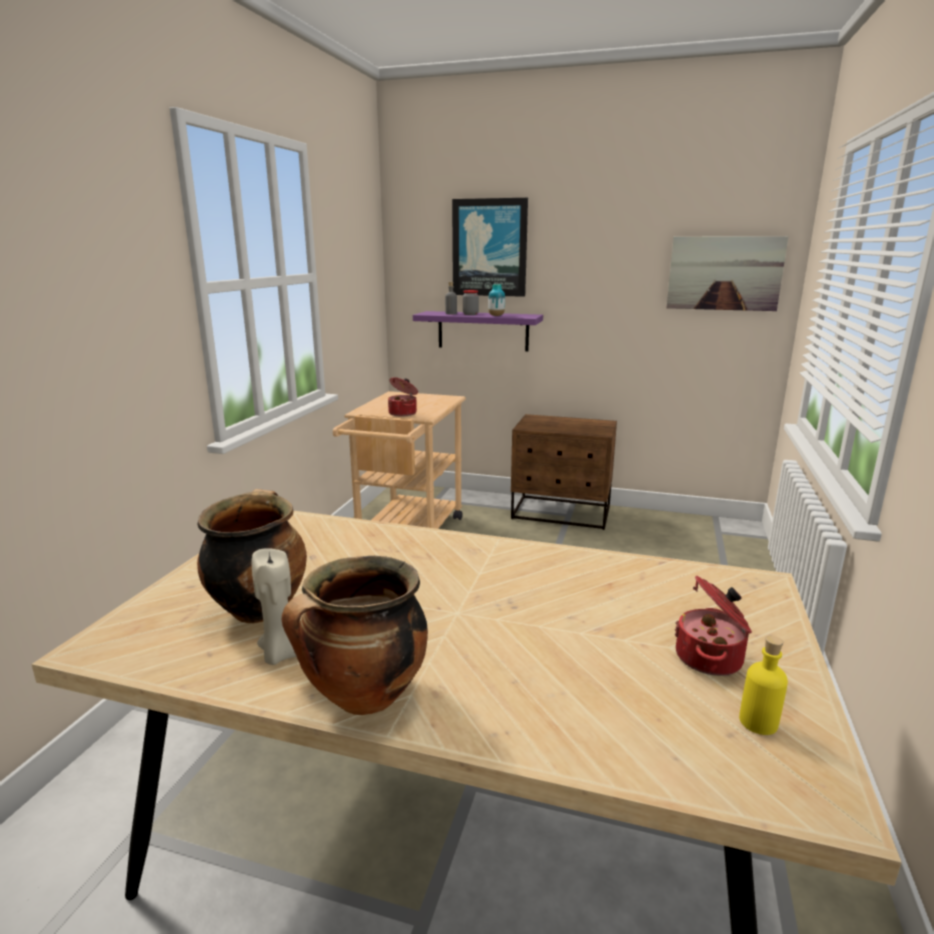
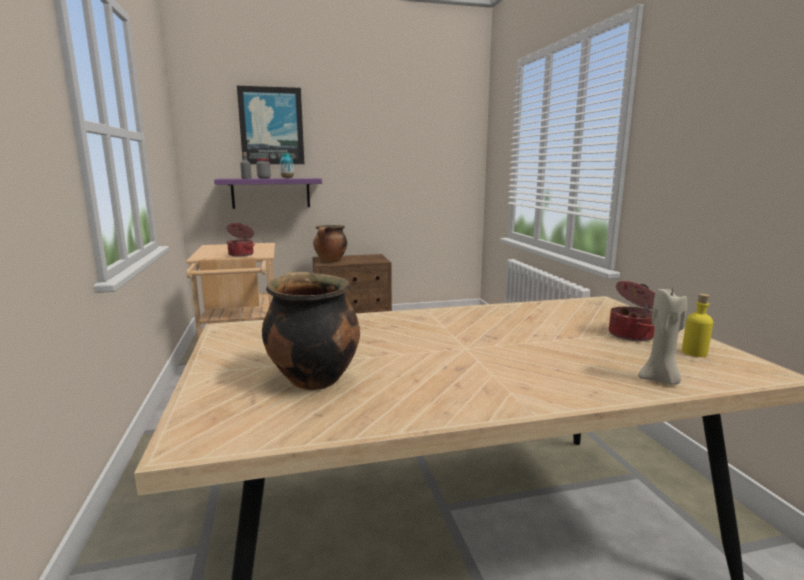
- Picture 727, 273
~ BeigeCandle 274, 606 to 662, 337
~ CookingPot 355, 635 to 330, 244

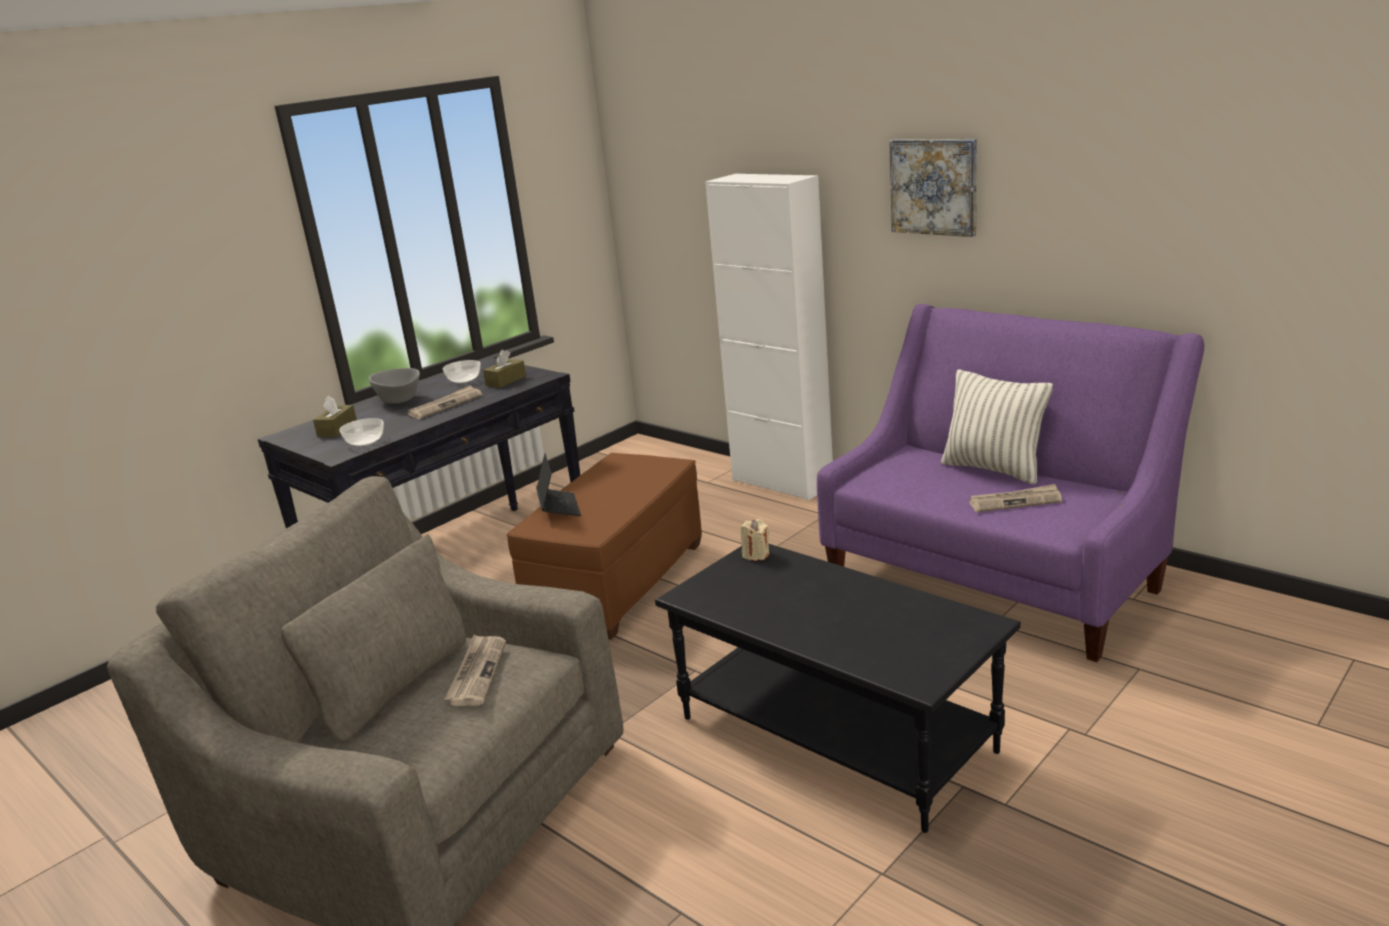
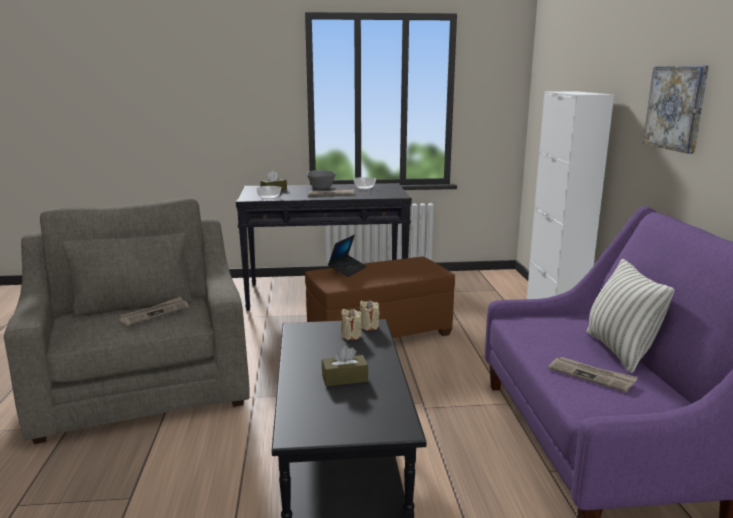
+ BeigeCandle 351, 324
~ BrownTissueBox 504, 369 to 345, 366

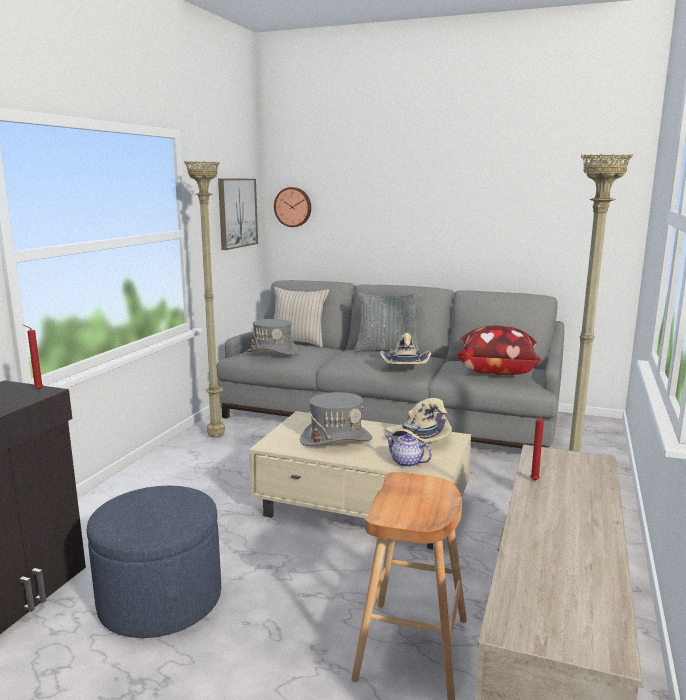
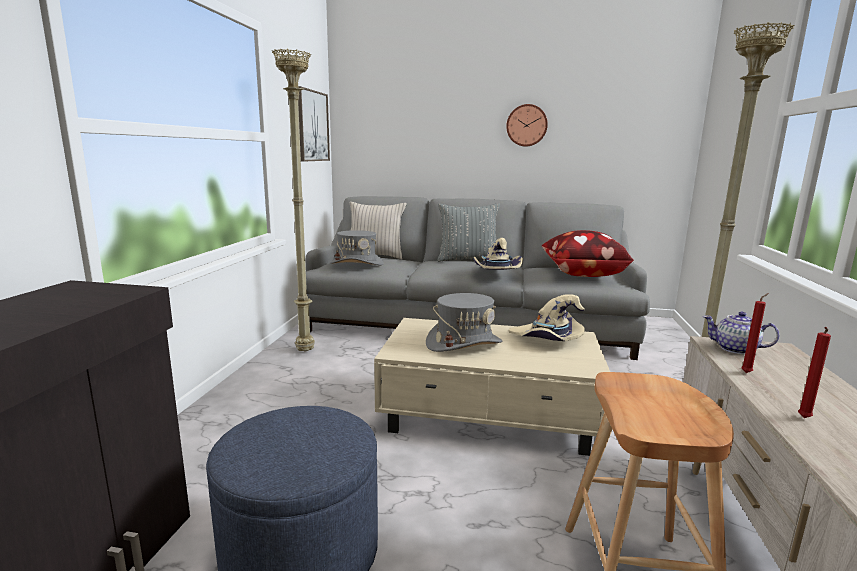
~ RedCandle 33, 357 to 814, 372
~ WallClock 292, 207 to 527, 125
~ Teapot 408, 450 to 741, 333

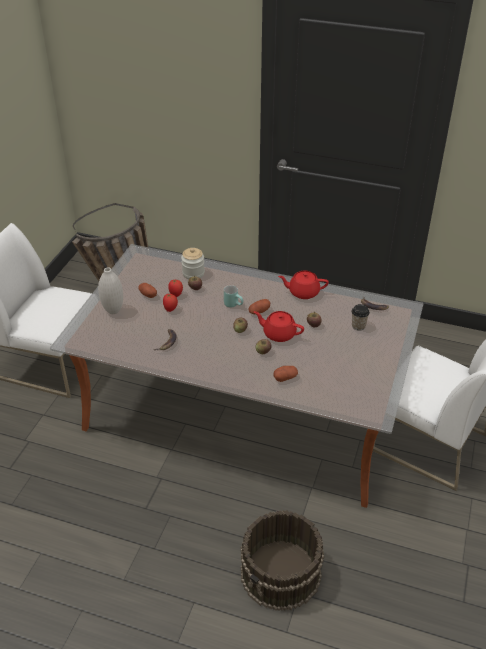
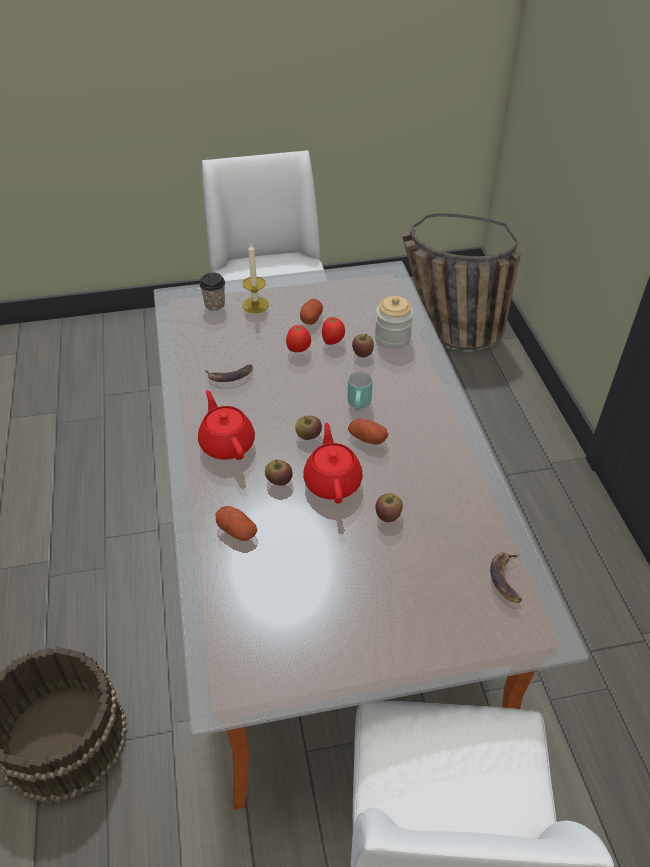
~ RedTeapot 303, 285 to 226, 425
~ Cup 361, 317 to 212, 292
~ WhiteVase 110, 290 to Candle 255, 278

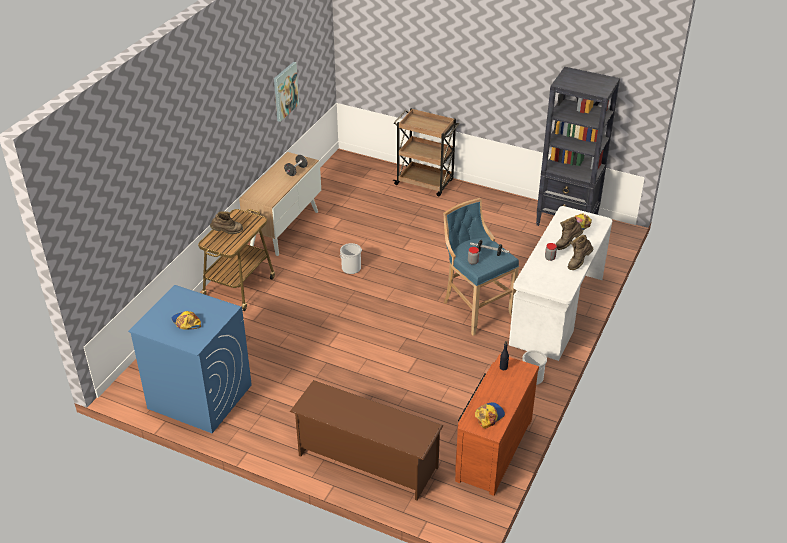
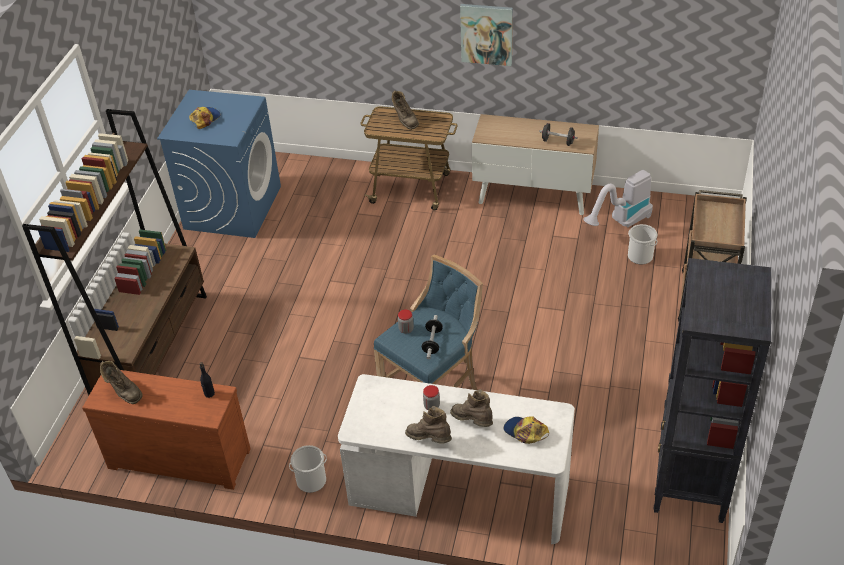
+ VacuumCleaner 618, 198
~ Picture 286, 92 to 486, 35
~ Bucket 351, 258 to 643, 244
~ BrownShoeRack 366, 440 to BrownBookcase 114, 252
~ Cap 490, 415 to BrownBoot 121, 382

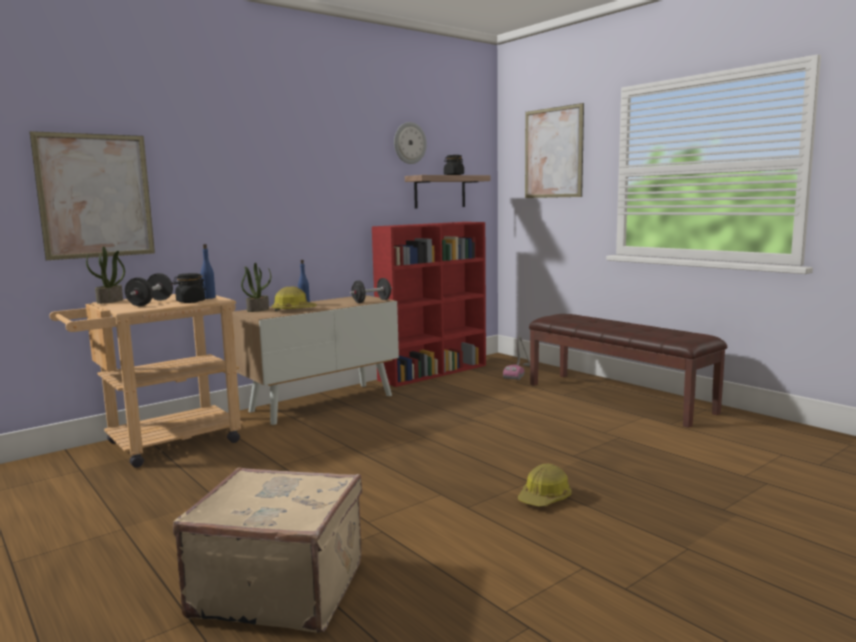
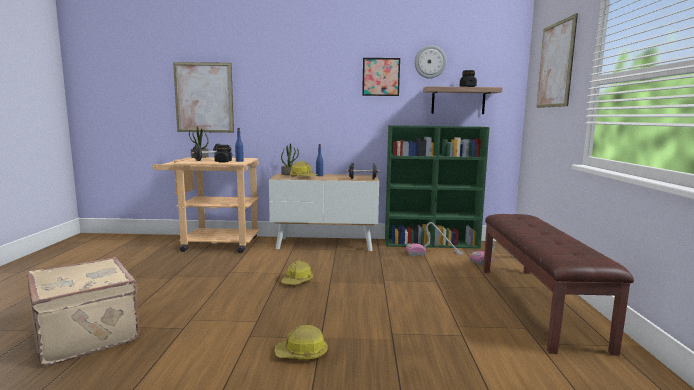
+ HardHat 297, 272
+ Picture 381, 77
+ VacuumCleaner 434, 239
~ RedBookcase 429, 304 to GreenBookcase 437, 187

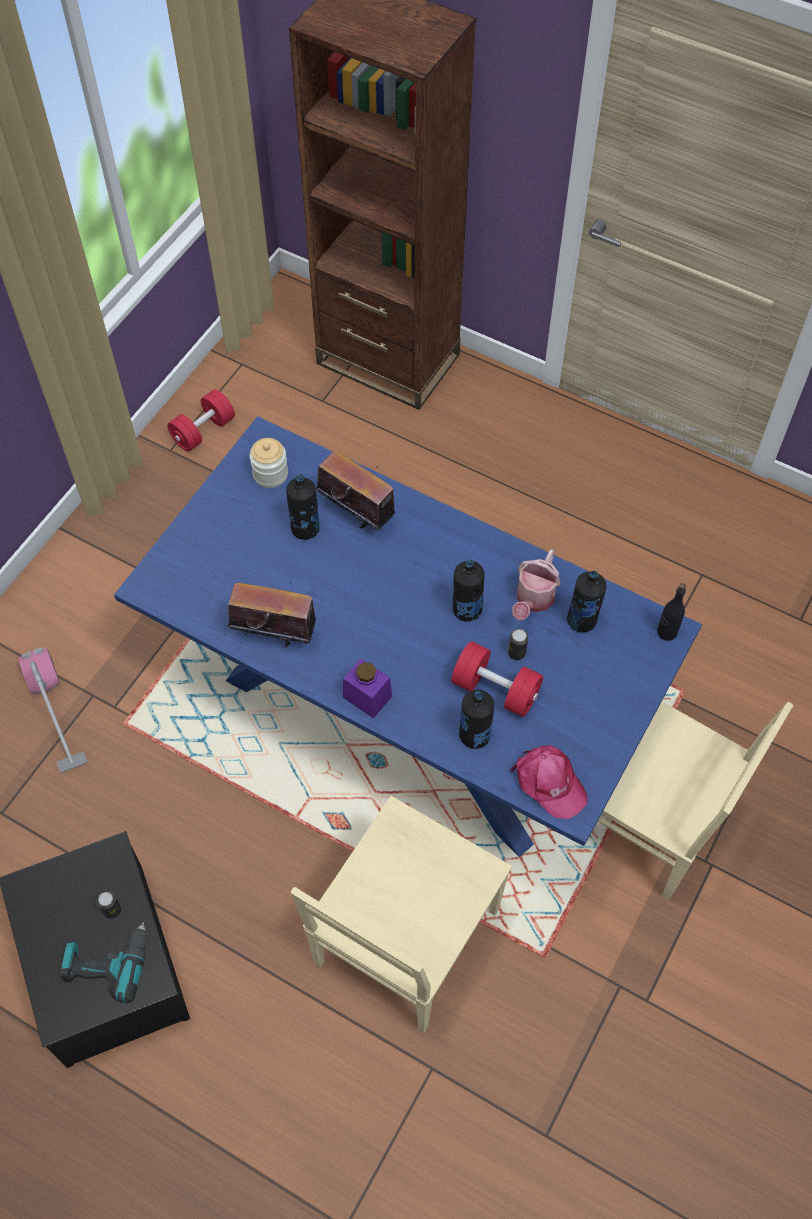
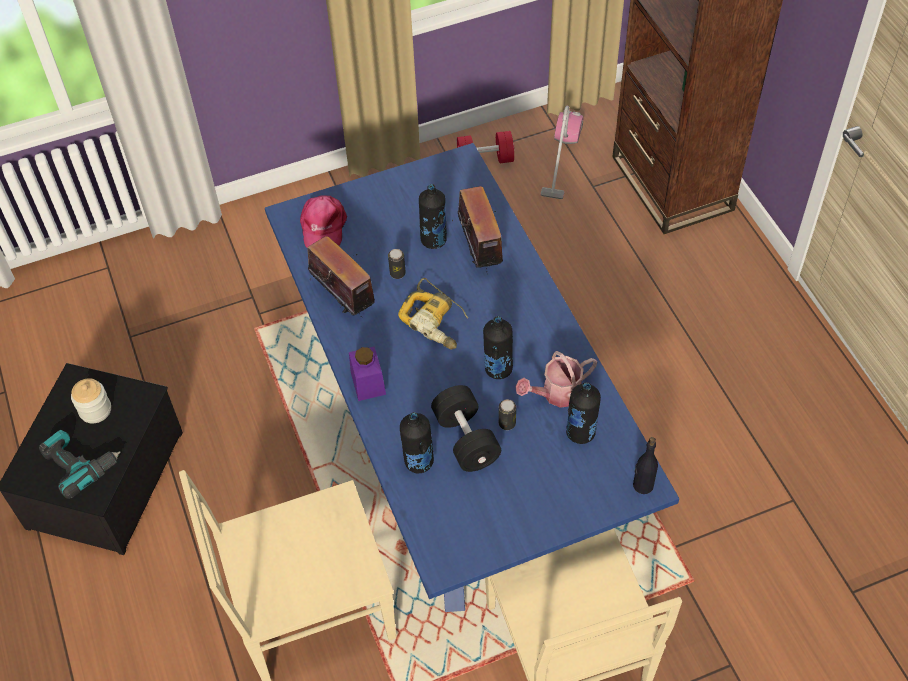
+ PowerDrill 433, 313
~ VacuumCleaner 52, 710 to 562, 152
~ Can 109, 905 to 397, 264
~ Jar 269, 463 to 91, 400
~ PinkCap 549, 782 to 323, 221
~ RedDumbbell 497, 679 to BlackDumbbell 466, 428

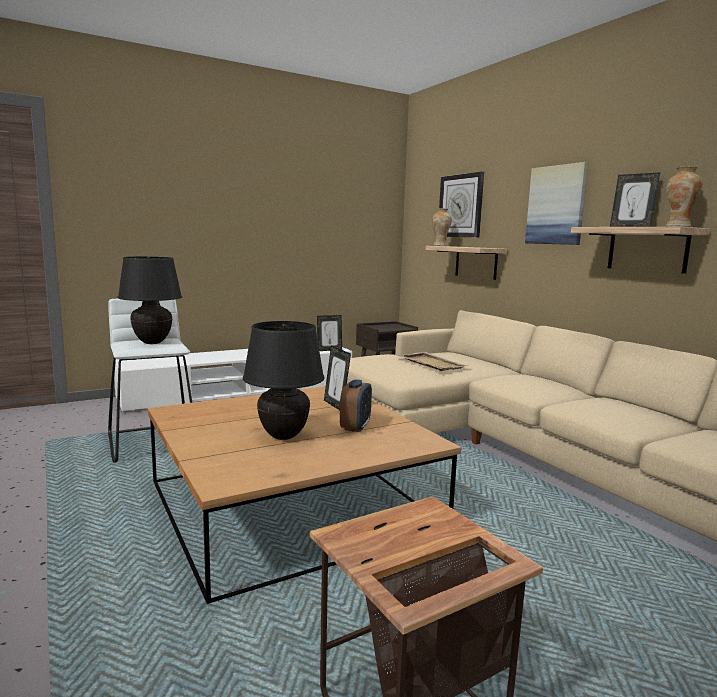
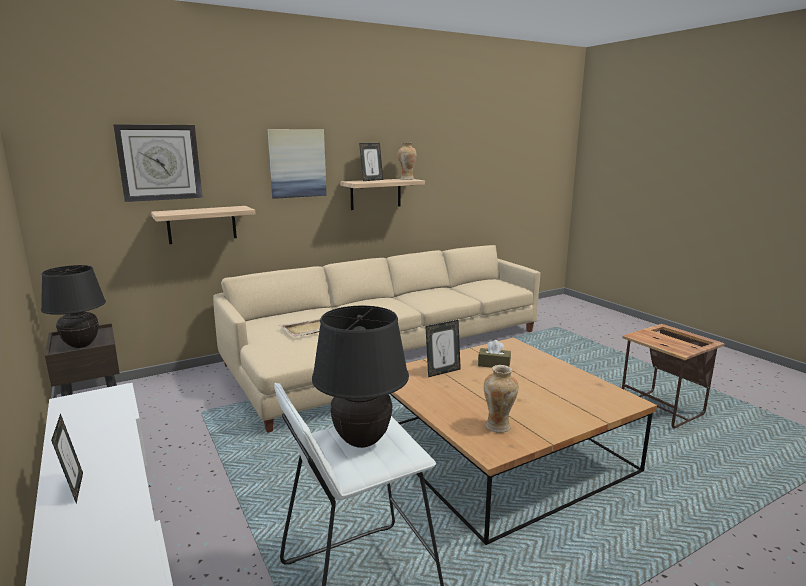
~ BlackTableLamp 283, 380 to 73, 306
~ PictureFrame 329, 333 to 67, 458
~ Vase 442, 227 to 501, 399
~ AlarmClock 356, 405 to BrownTissueBox 494, 354

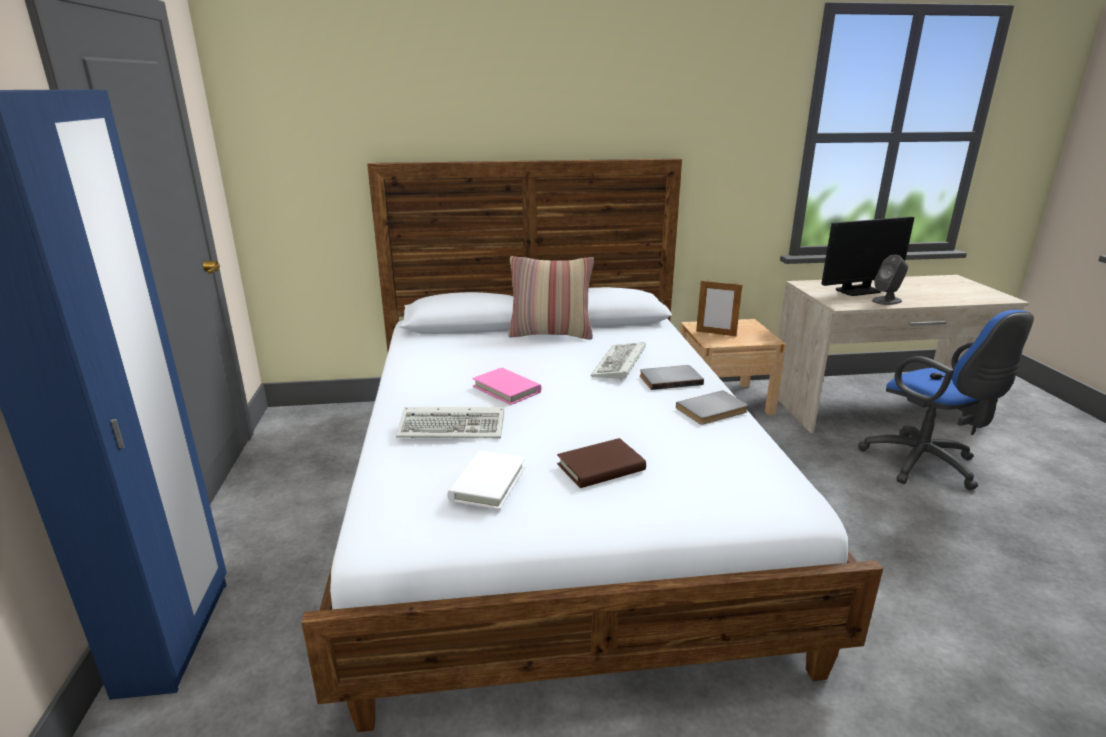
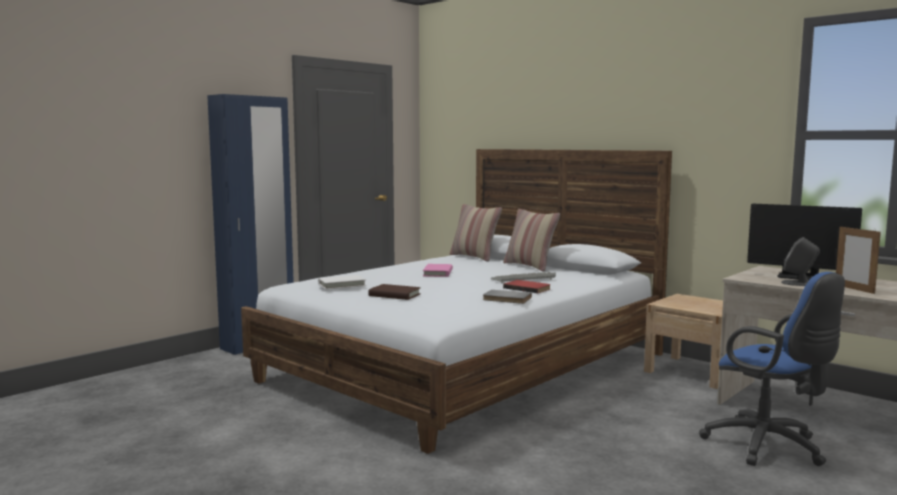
- Keyboard 450, 422
+ Pillow 475, 233
~ PictureFrame 719, 308 to 858, 259
~ GreyBook 672, 377 to RedBook 527, 286
~ BlueOfficeChair 946, 400 = 772, 369 60 degrees counterclockwise

